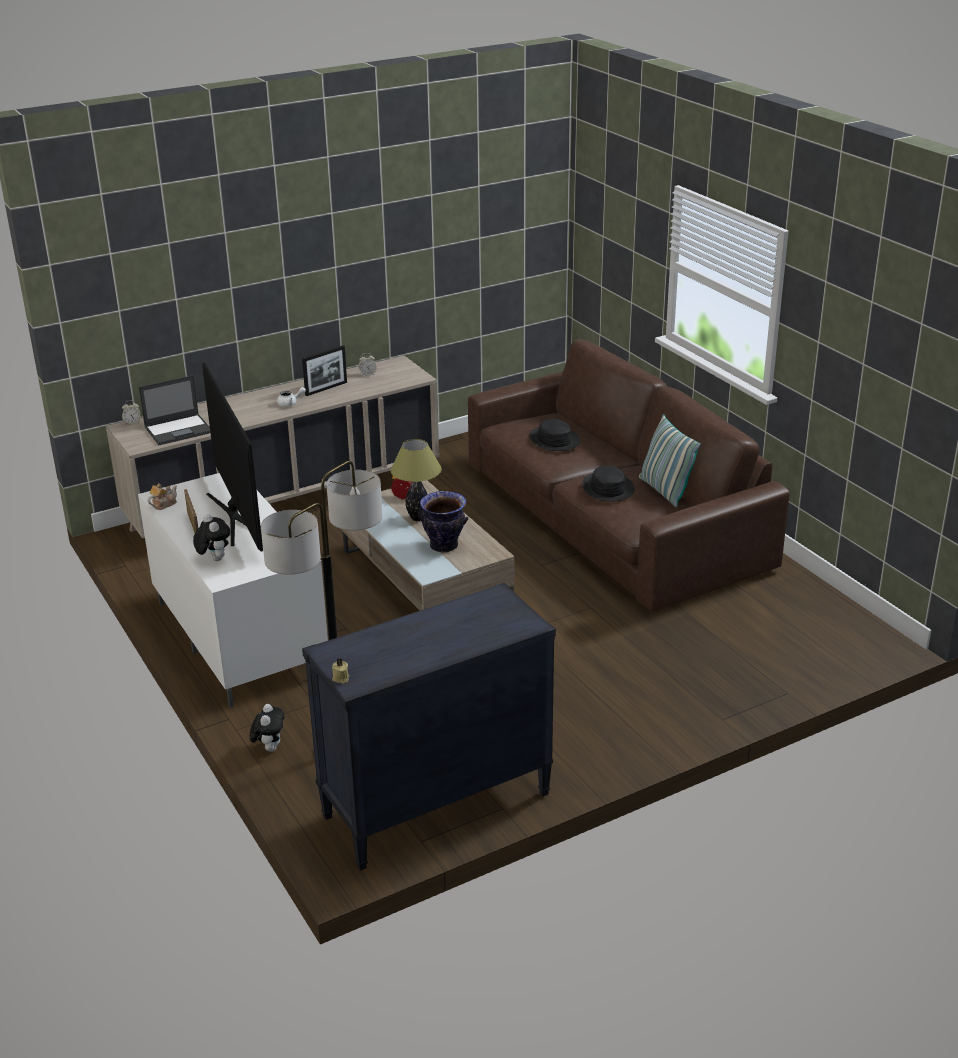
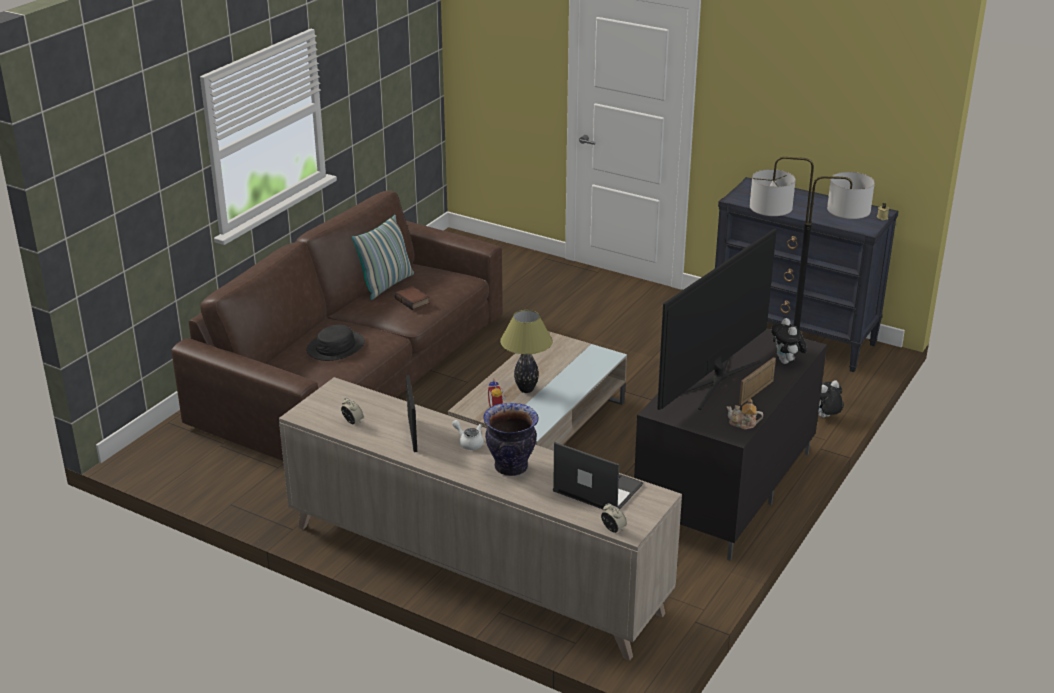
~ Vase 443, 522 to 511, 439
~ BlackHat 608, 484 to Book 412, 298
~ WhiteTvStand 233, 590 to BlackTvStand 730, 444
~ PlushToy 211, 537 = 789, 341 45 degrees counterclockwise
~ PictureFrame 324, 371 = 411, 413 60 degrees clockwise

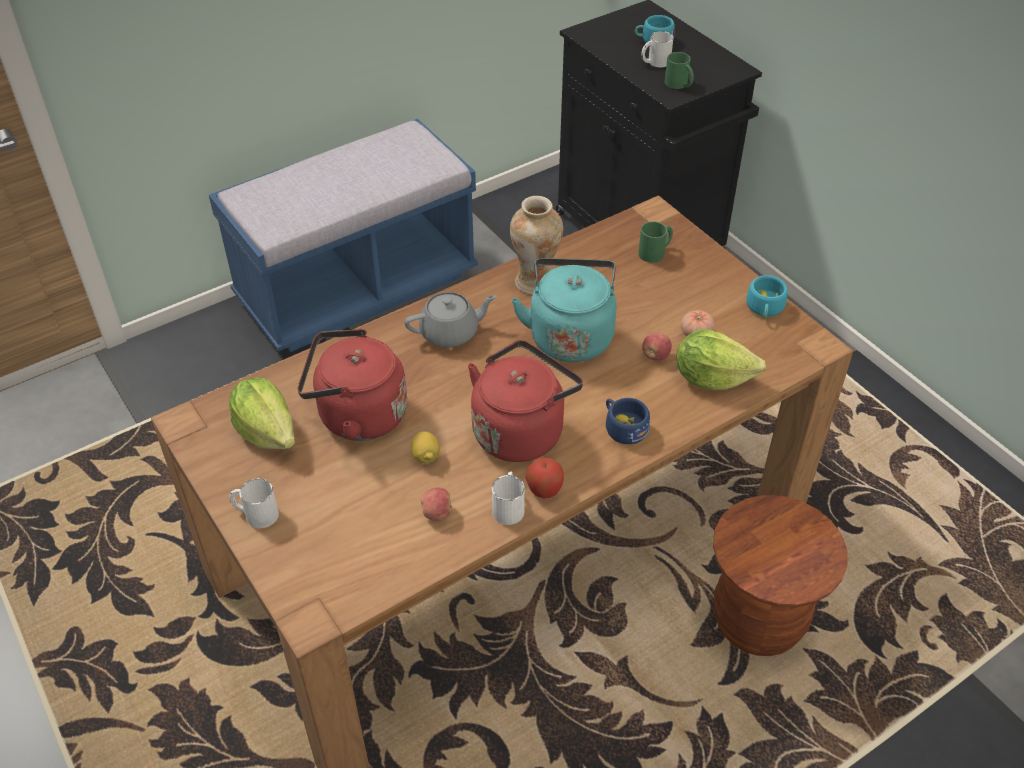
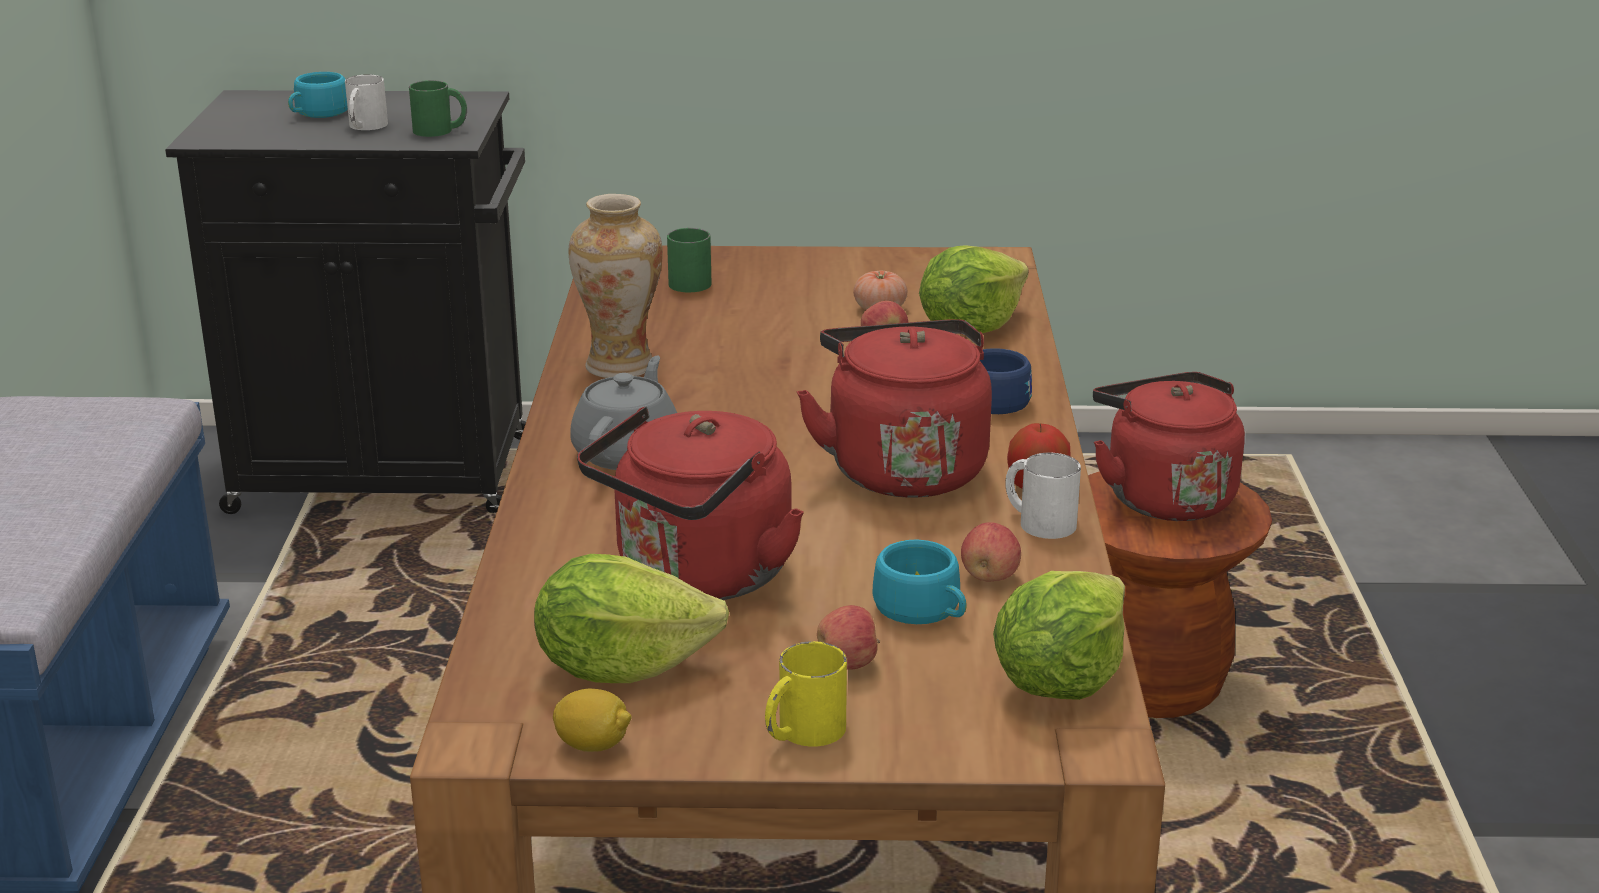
- TurquoiseKettle 564, 310
+ Apple 848, 637
+ Lettuce 1059, 635
+ RedKettle 1169, 446
~ Lemon 425, 447 to 592, 720
~ TurquoiseCup 767, 297 to 919, 582
~ WhiteMug 254, 503 to YellowMug 806, 694

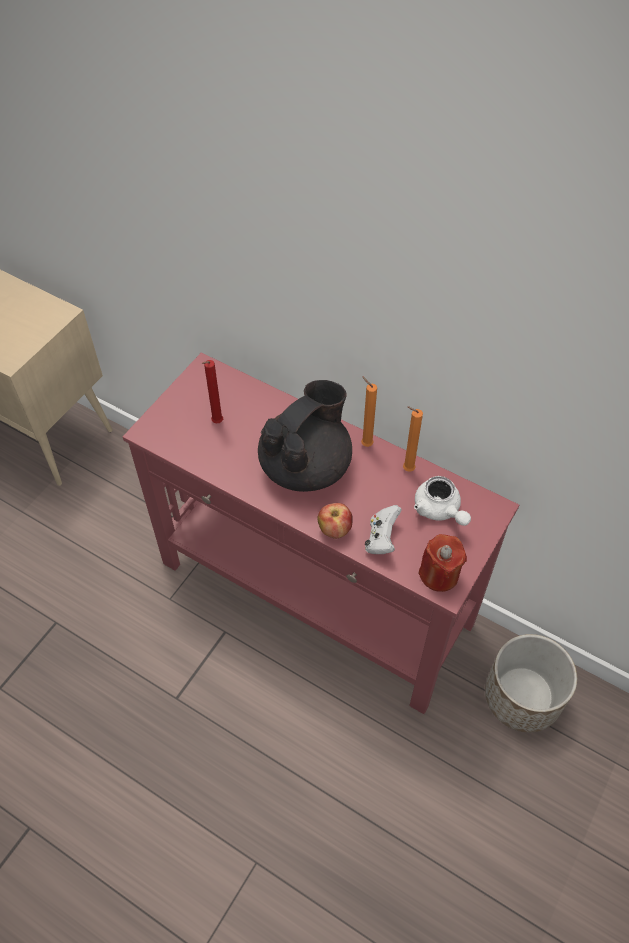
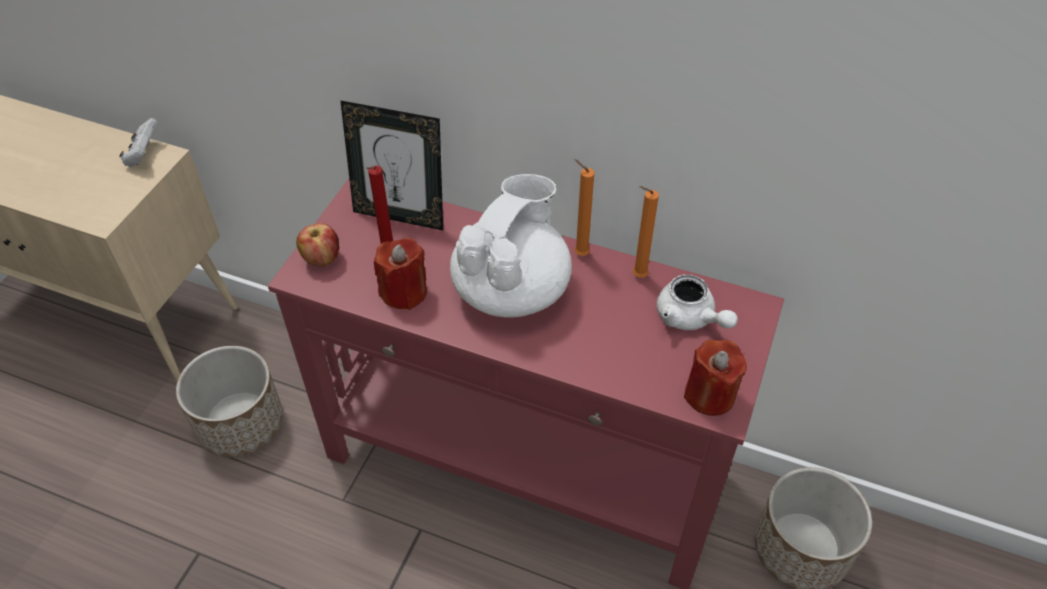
+ Planter 229, 401
+ PictureFrame 391, 165
+ RedCandle 400, 273
~ Apple 335, 521 to 317, 245
~ WhiteGameController 383, 529 to 138, 142
~ BlackTeapot 305, 436 to WhiteTeapot 511, 246

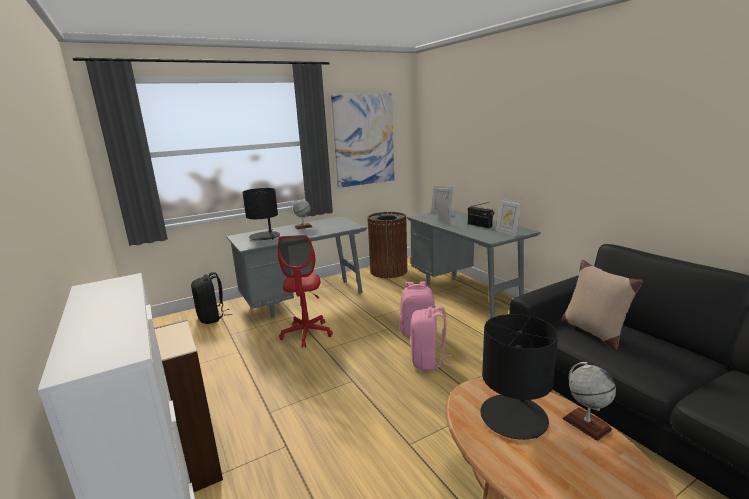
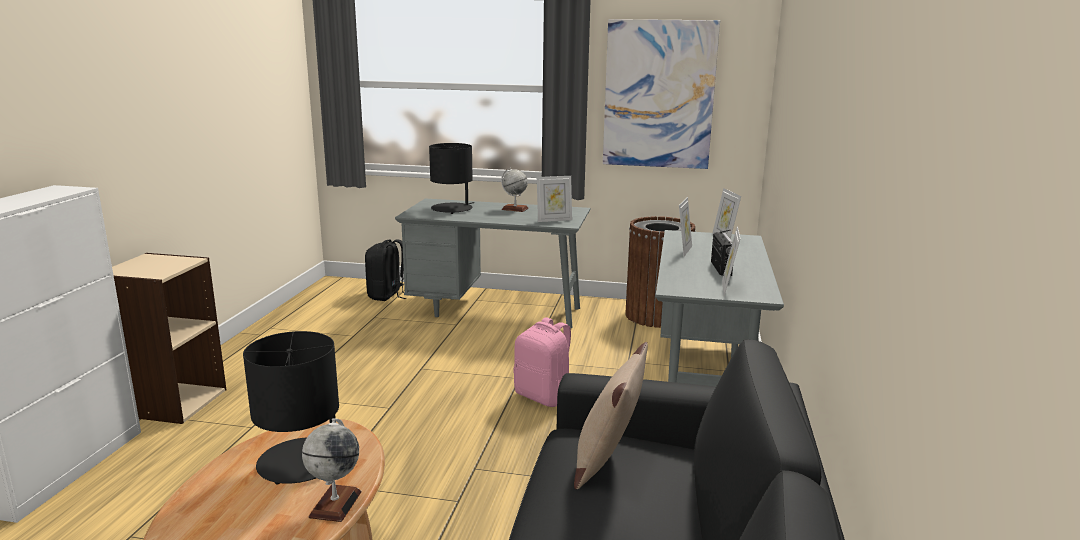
- RedOfficeChair 305, 291
- PinkBackpack 432, 338
+ PictureFrame 554, 199

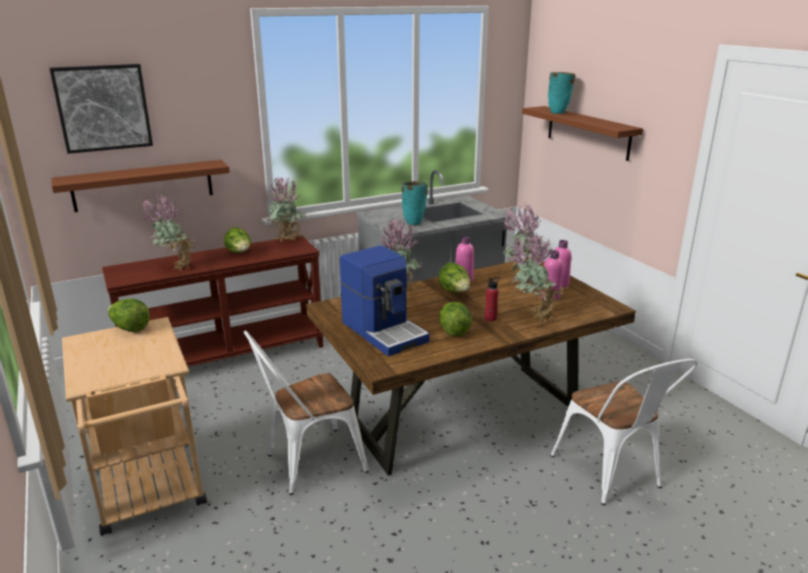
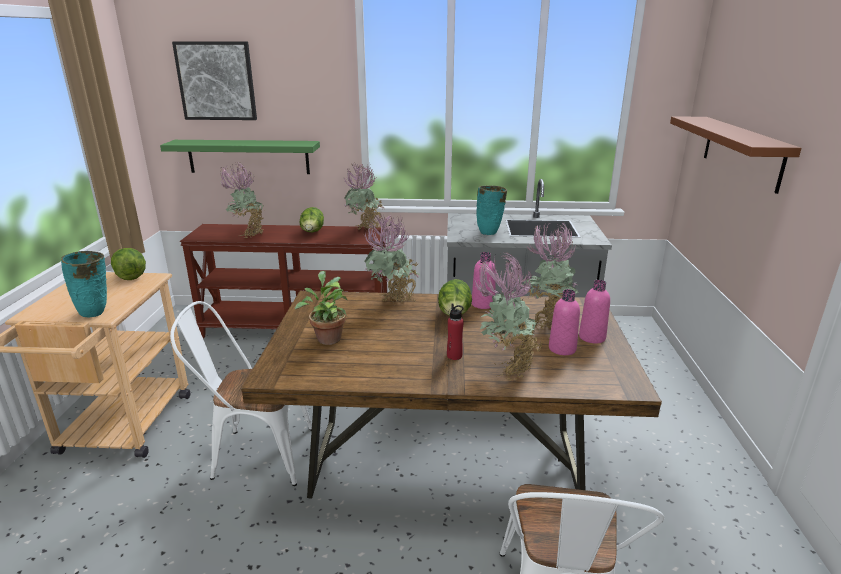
- Lettuce 455, 319
~ TurquoiseVase 562, 93 to 84, 284
~ CoffeeMachine 385, 300 to PottedPlant 321, 308
~ BrownShelf 140, 186 to GreenShelf 240, 157

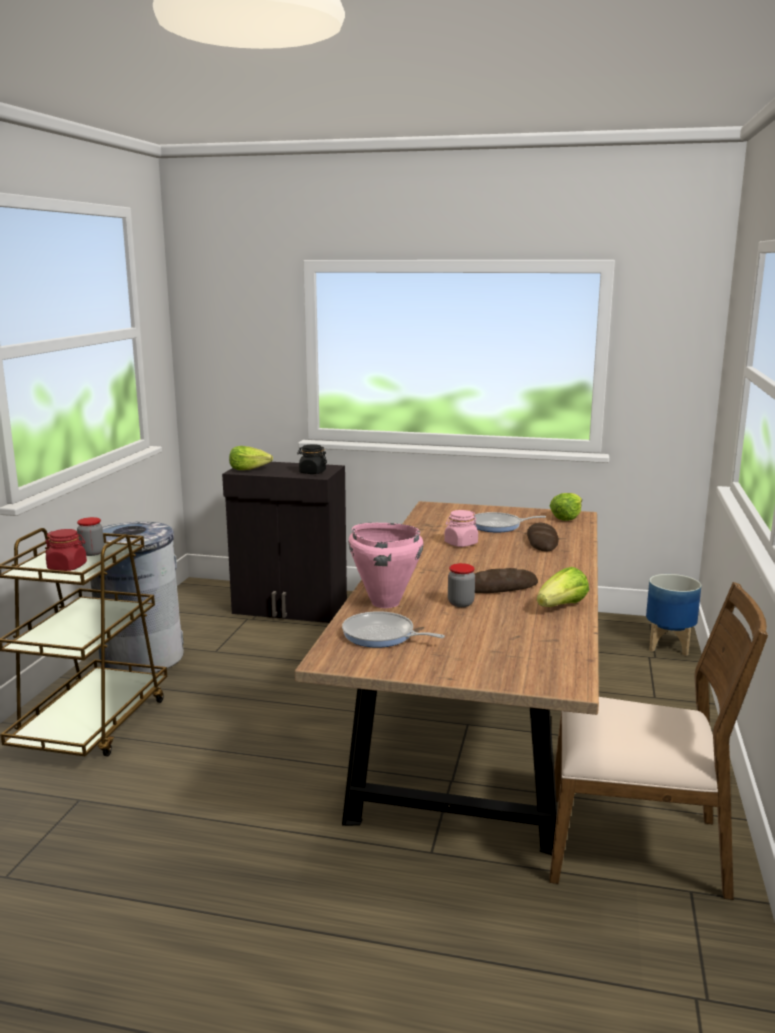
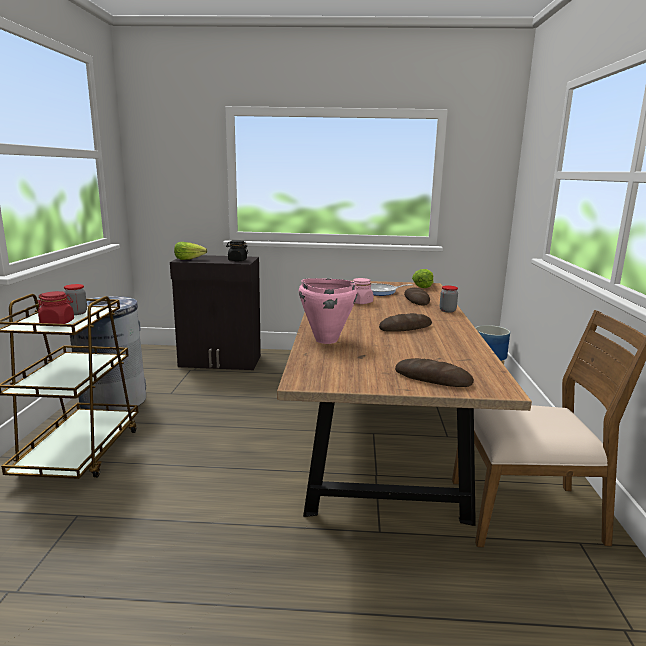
- FryingPan 393, 629
- Lettuce 563, 587
+ Bread 434, 372
~ Jar 461, 585 to 448, 299

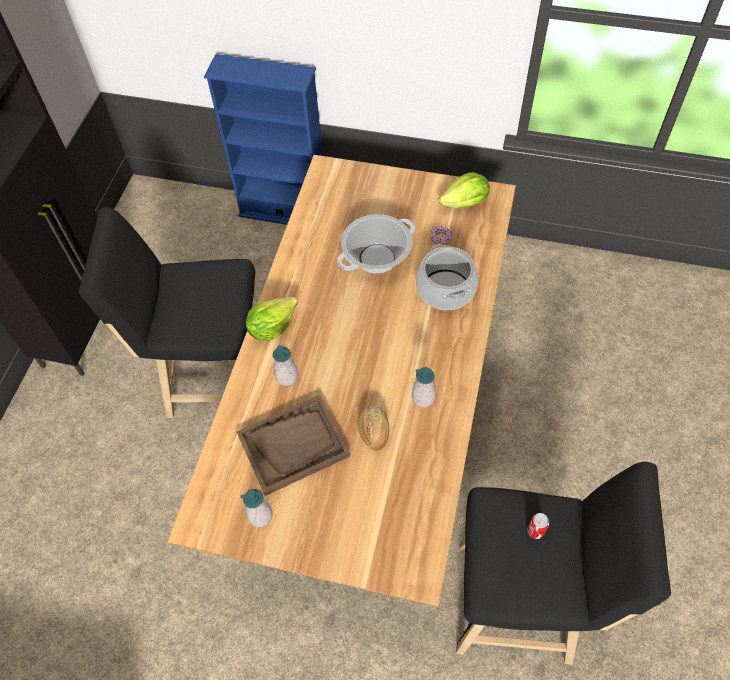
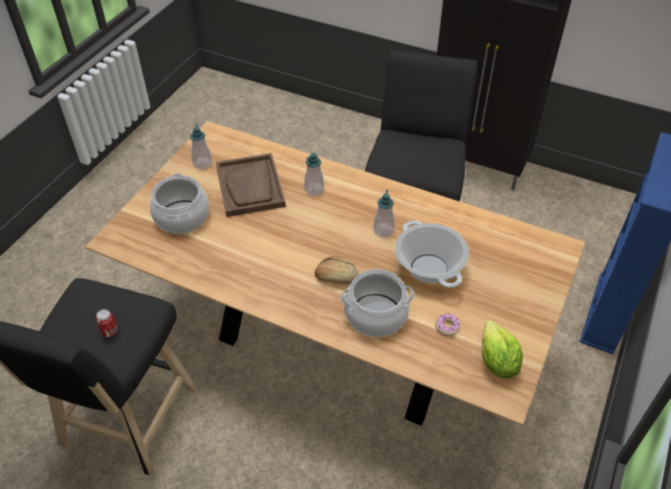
- Lettuce 272, 319
+ CookingPot 179, 204
~ Bread 373, 428 to 336, 270
~ SoapDispenser 424, 387 to 384, 213

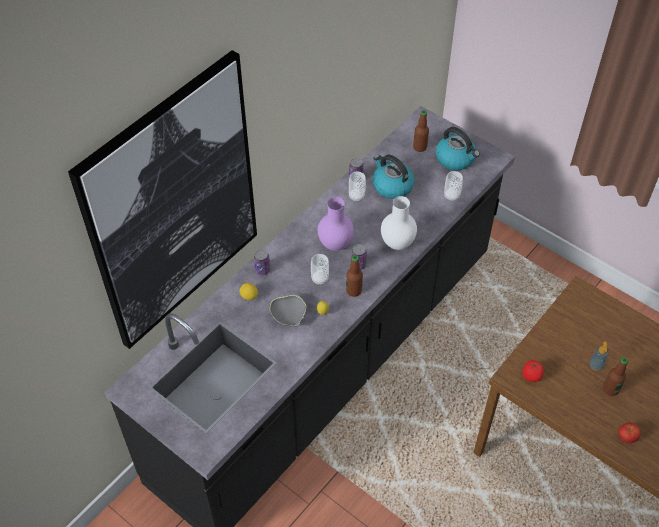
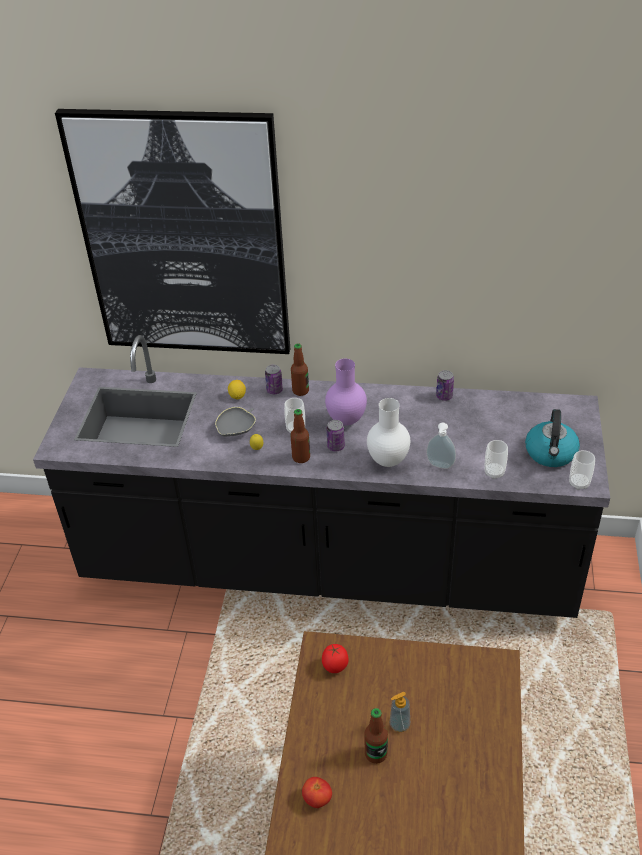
- Kettle 393, 177
+ SoapDispenser 441, 446
~ Cup 357, 186 to 582, 470
~ Bottle 421, 131 to 300, 369

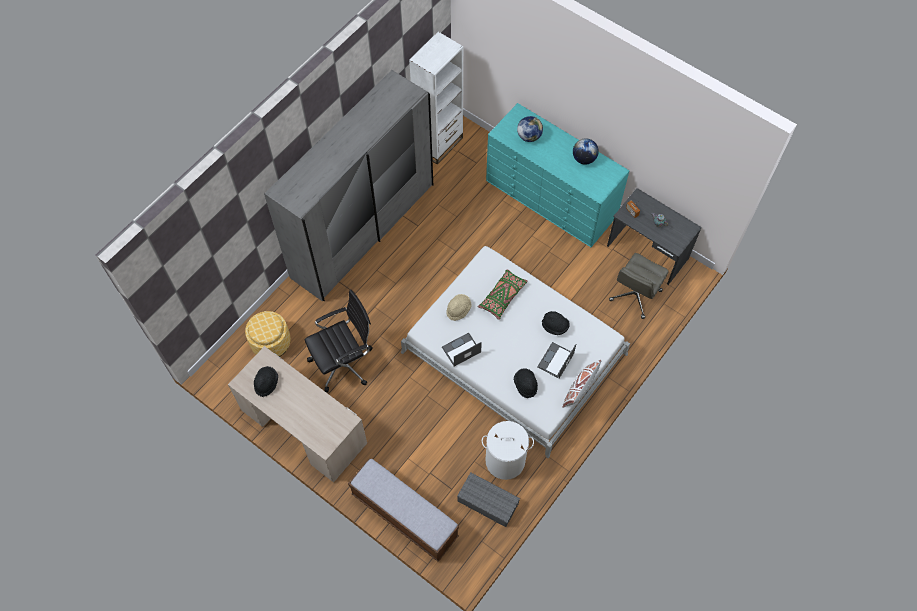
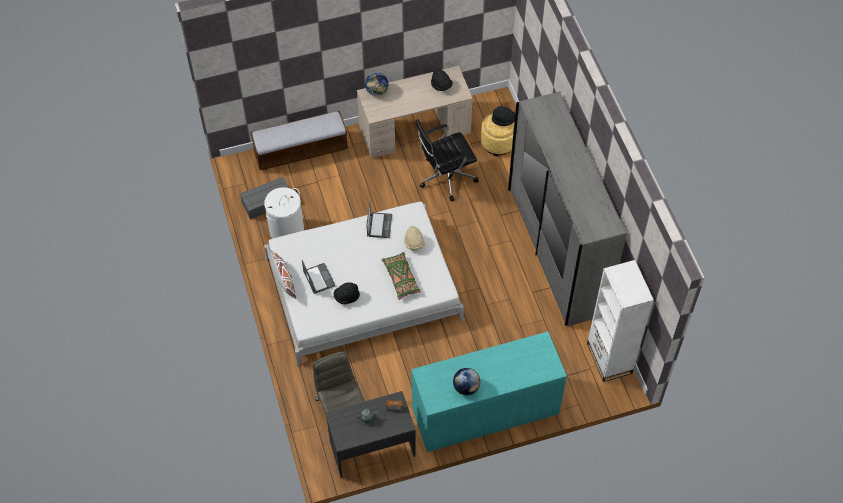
~ BlackHat 526, 383 to 503, 116
~ Globe 530, 129 to 376, 84
~ BlackOfficeChair 339, 341 = 447, 160 60 degrees clockwise

